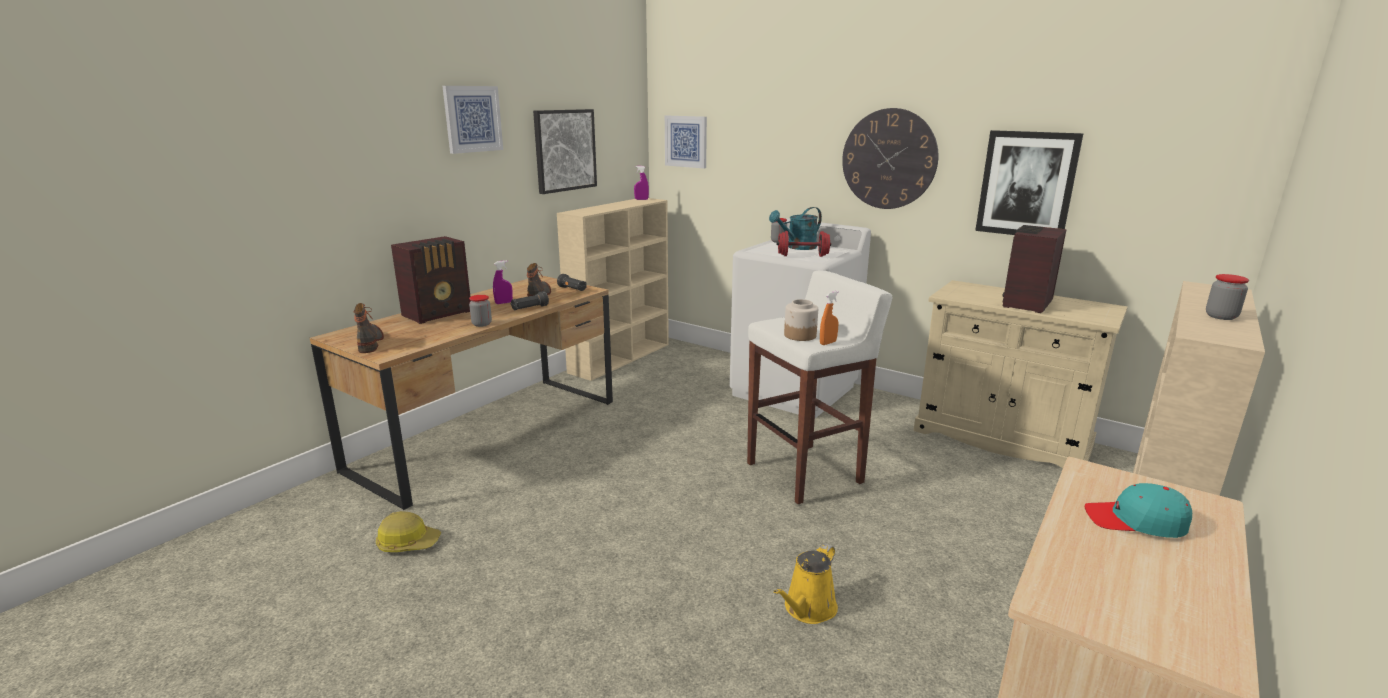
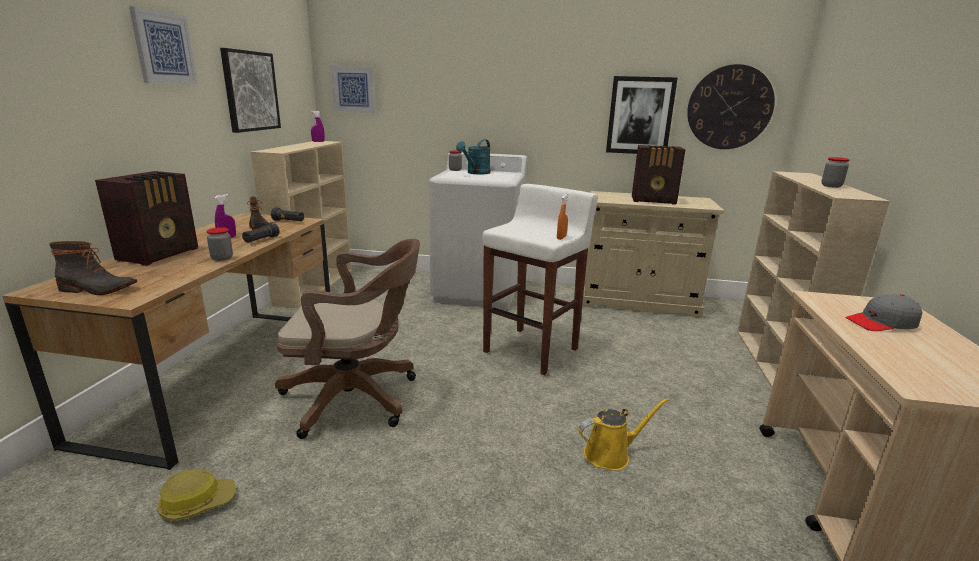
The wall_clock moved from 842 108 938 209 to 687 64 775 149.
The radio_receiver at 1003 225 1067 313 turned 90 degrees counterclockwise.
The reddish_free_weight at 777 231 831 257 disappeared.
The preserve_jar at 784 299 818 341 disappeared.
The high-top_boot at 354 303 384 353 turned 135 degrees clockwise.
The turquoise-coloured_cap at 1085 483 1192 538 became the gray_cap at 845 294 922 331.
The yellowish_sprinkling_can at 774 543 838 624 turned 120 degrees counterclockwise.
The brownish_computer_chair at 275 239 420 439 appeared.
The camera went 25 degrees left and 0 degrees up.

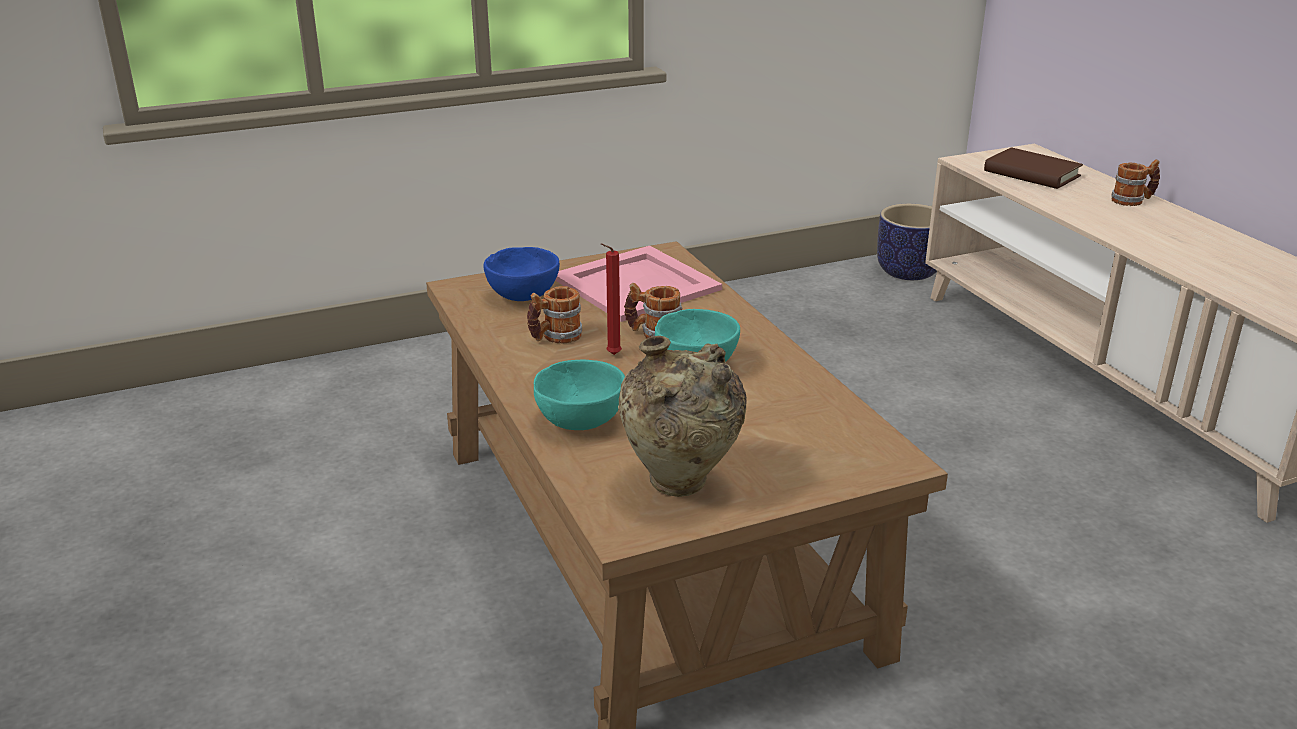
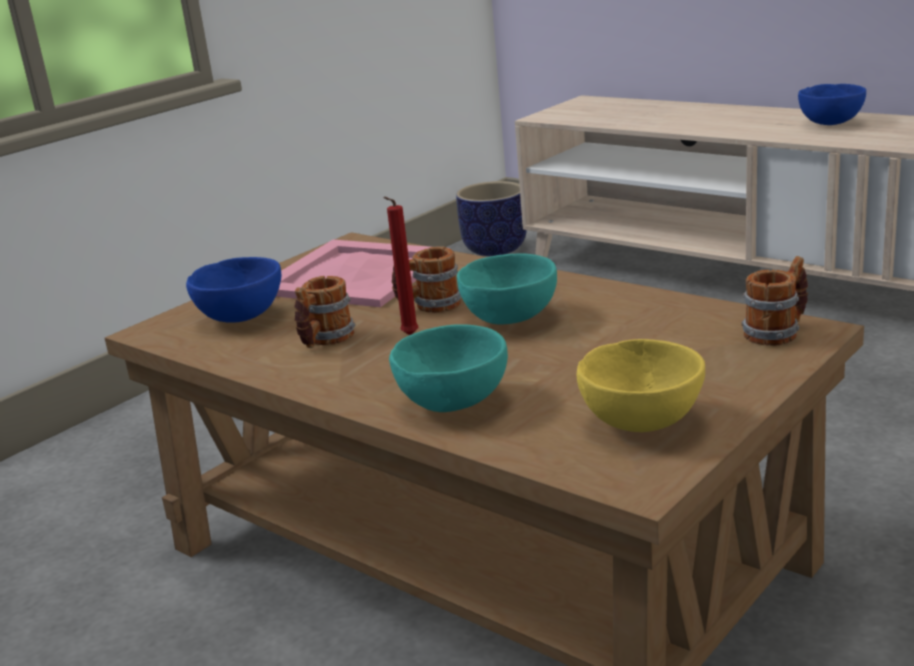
The brownish_book at 984 147 1083 189 disappeared.
The tea_mug moved from 1111 159 1160 206 to 741 256 808 346.
The sand-coloured_flower_vase at 618 336 747 497 was replaced by the yellowish_bowl at 577 339 705 432.
The blue-coloured_bowl at 798 84 866 125 appeared.
The camera went 25 degrees left and 5 degrees down.

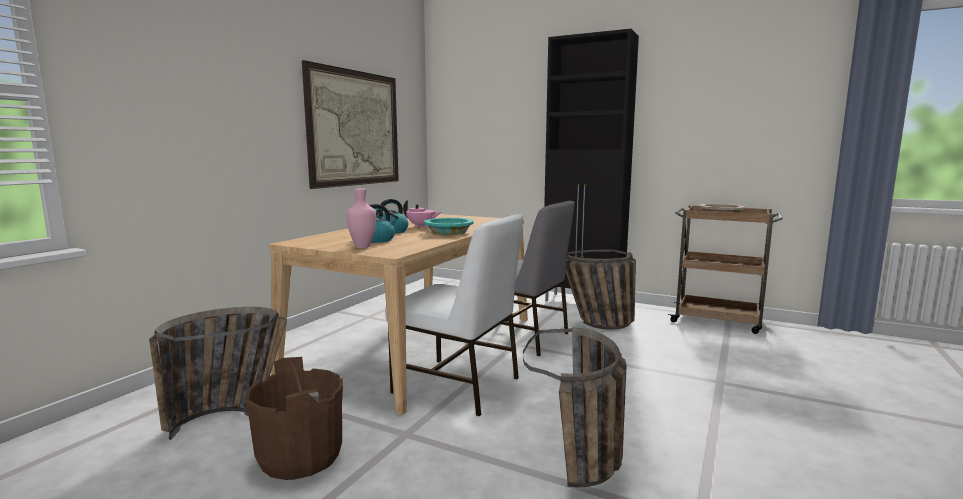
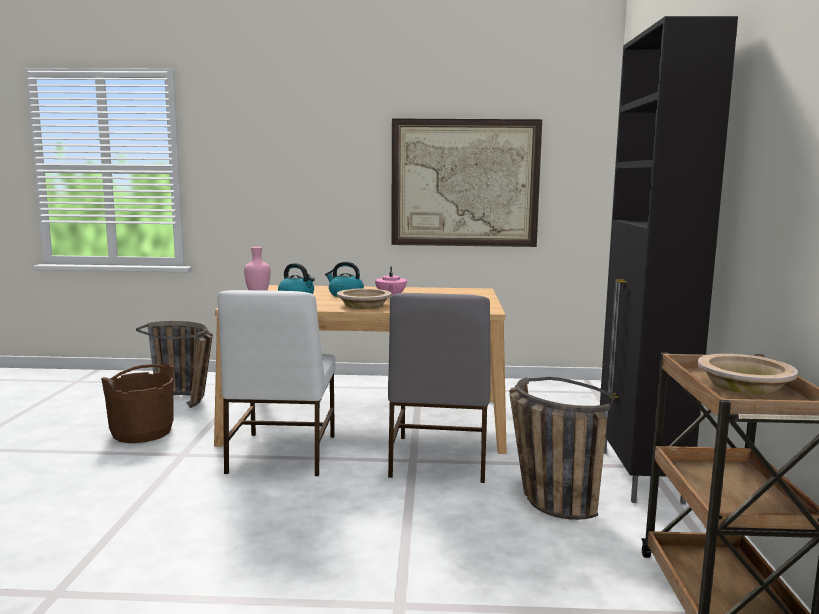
The turquoise-coloured_bowl at 424 218 474 235 became the sand-coloured_bowl at 337 288 391 309.
The storage_basket at 523 327 627 487 disappeared.
The camera went 65 degrees right and 0 degrees up.

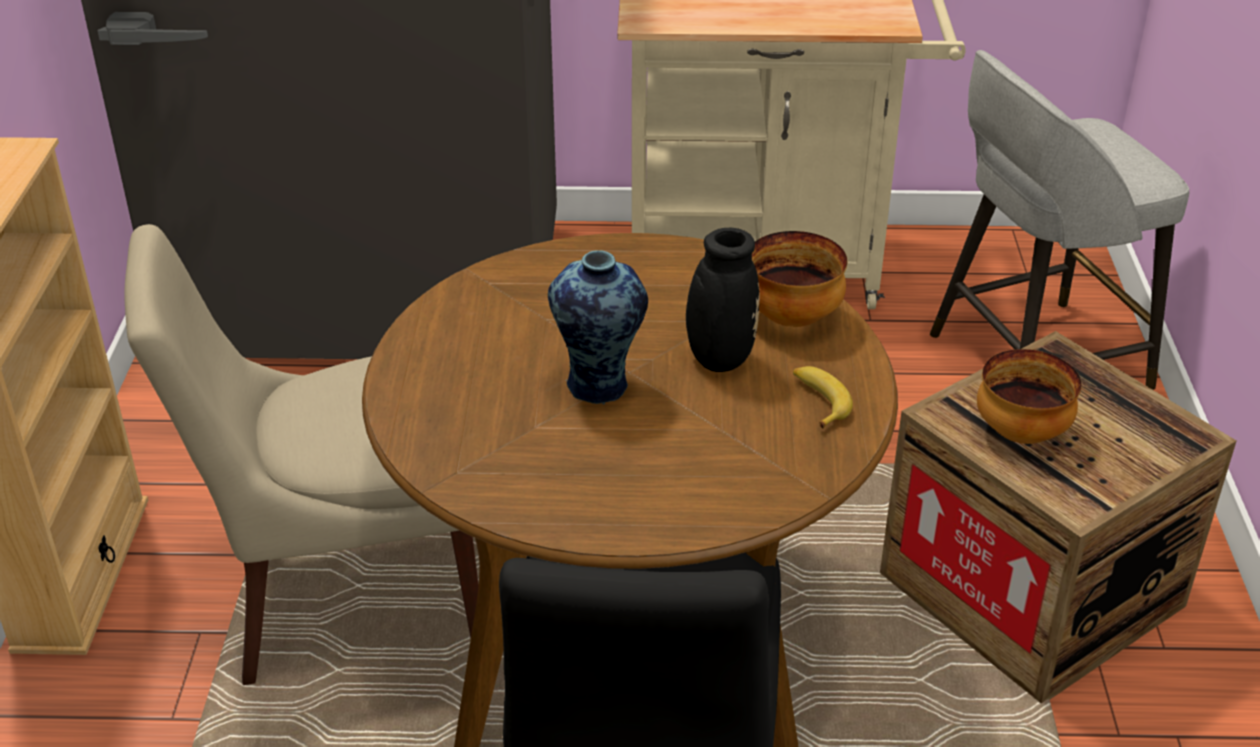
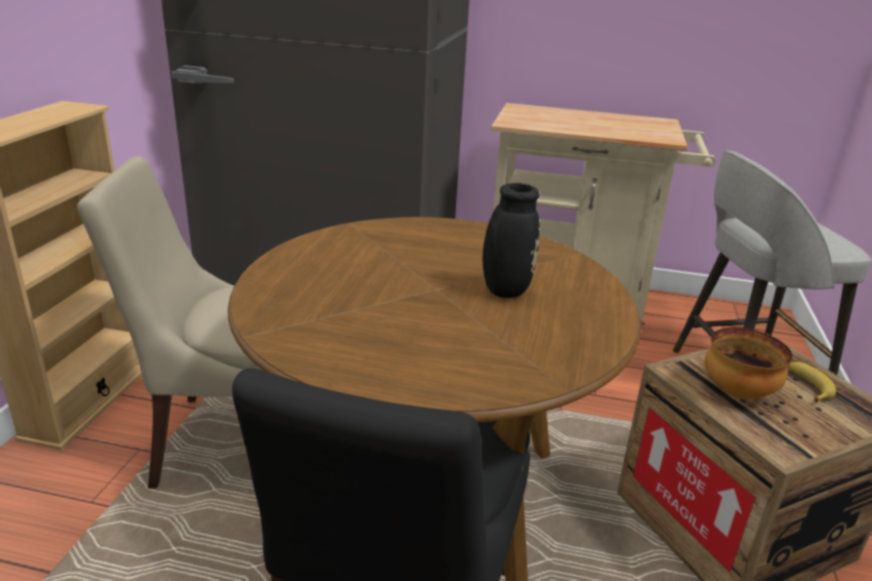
The bowl at 752 231 847 327 disappeared.
The flower_vase at 548 250 648 405 disappeared.
The whole_banana moved from 793 366 853 428 to 787 362 836 402.
The camera went 10 degrees right and 10 degrees down.

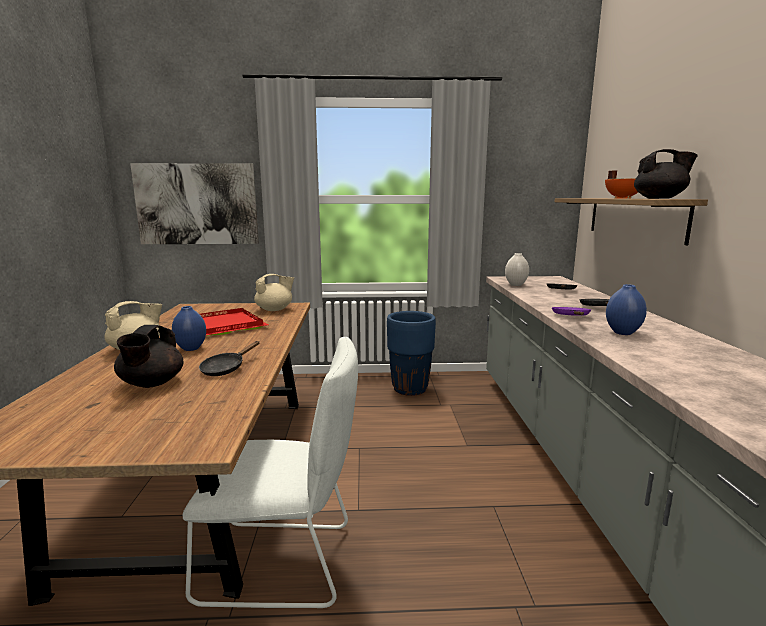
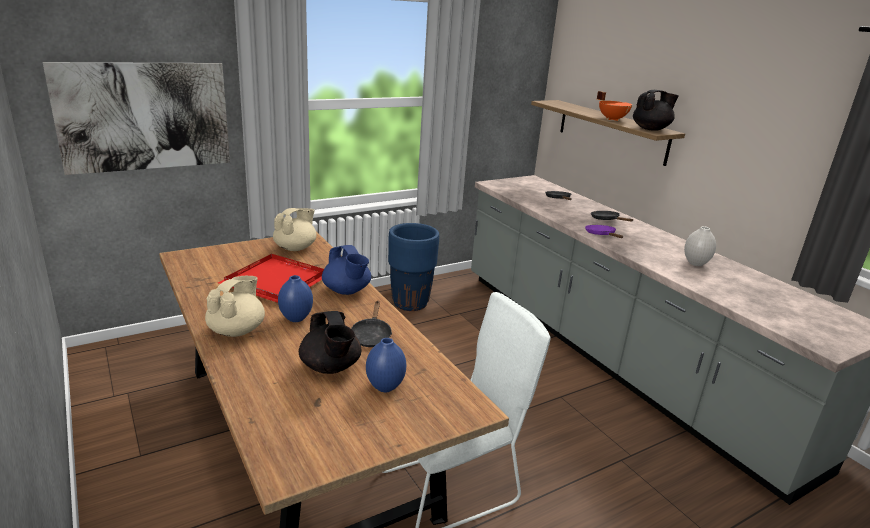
The white-coloured_flower_vase moved from 505 253 529 286 to 684 226 716 266.
The blue-coloured_flower_vase moved from 606 284 647 335 to 366 338 406 392.
The blue-coloured_tea_pot at 322 245 371 295 appeared.
The camera went 30 degrees left and 10 degrees up.

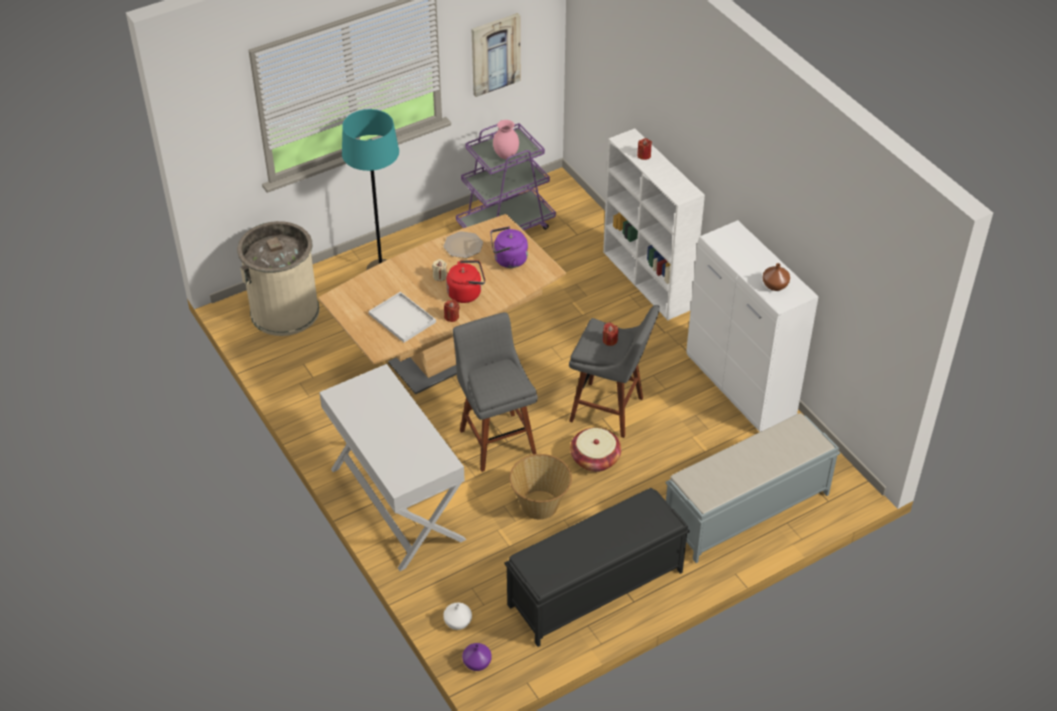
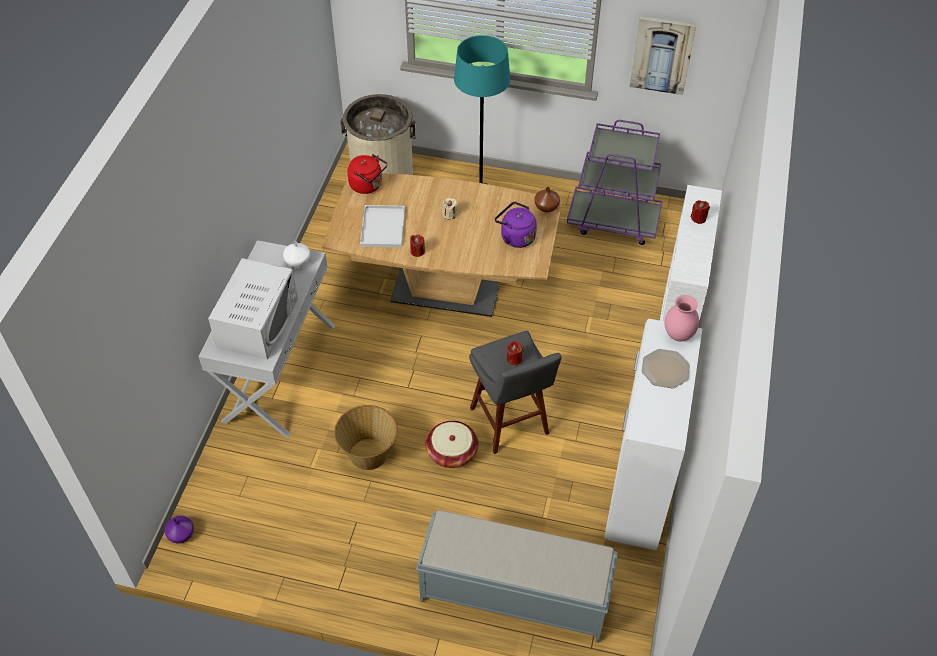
The pink_flower_vase moved from 493 120 519 159 to 665 295 699 342.
The flat_dish moved from 443 231 483 258 to 642 349 690 388.
The reddish_water_kettle moved from 446 260 485 303 to 347 154 387 194.
The brownish_flower_vase moved from 762 263 790 291 to 534 187 560 212.
The gray_stool_seat at 453 312 538 472 disappeared.
The black_bench at 504 488 690 647 disappeared.
The white-coloured_flower_vase moved from 443 602 472 630 to 283 241 310 267.
The white-coloured_microwave_oven at 208 258 298 360 appeared.
The camera went 45 degrees right and 5 degrees up.

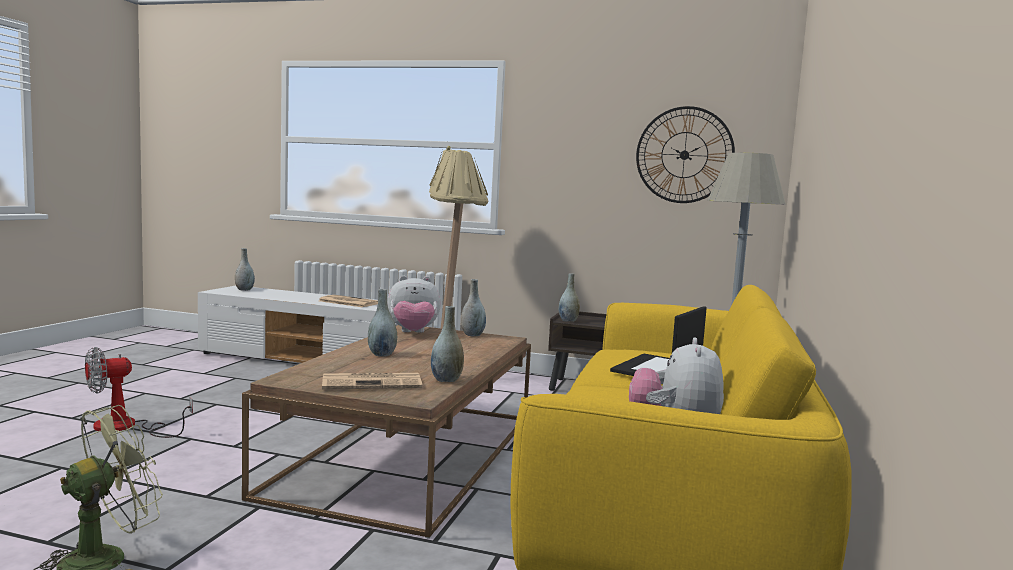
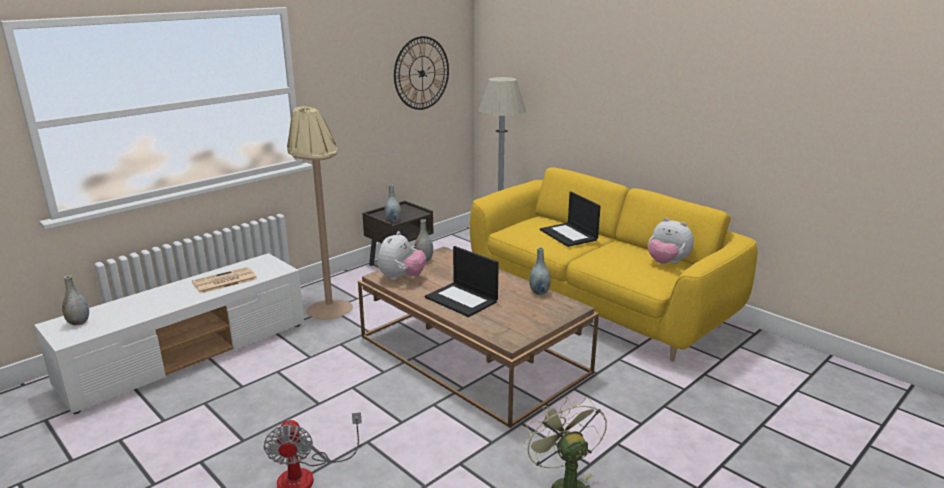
The gray_flower_vase at 368 289 397 357 was replaced by the portable_computer at 425 246 499 317.
The daily_paper at 322 373 422 389 disappeared.
The camera went 60 degrees left and 15 degrees up.

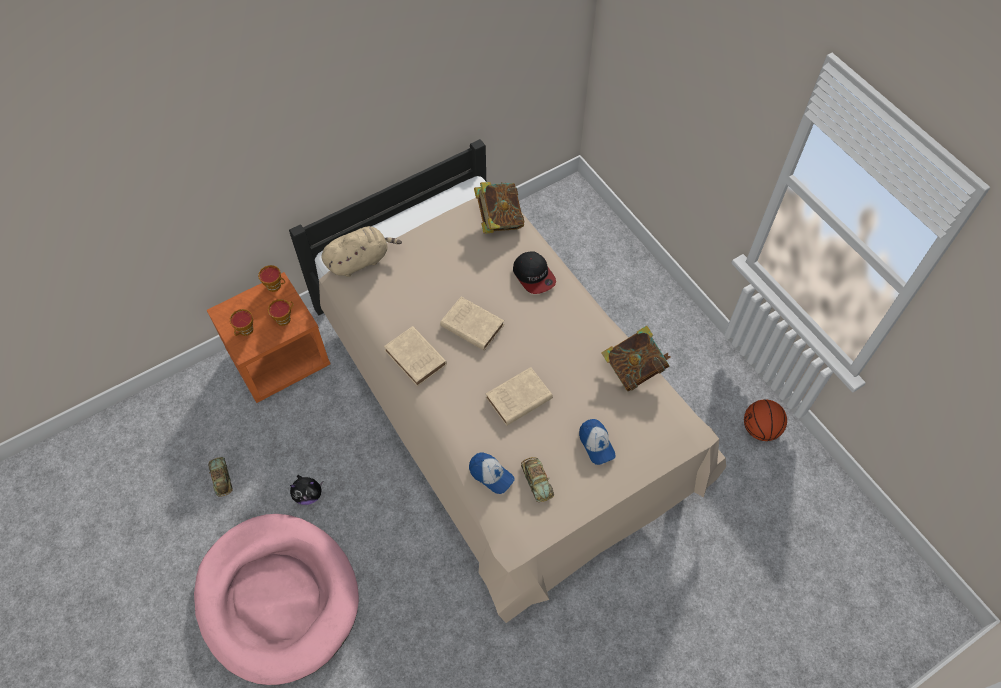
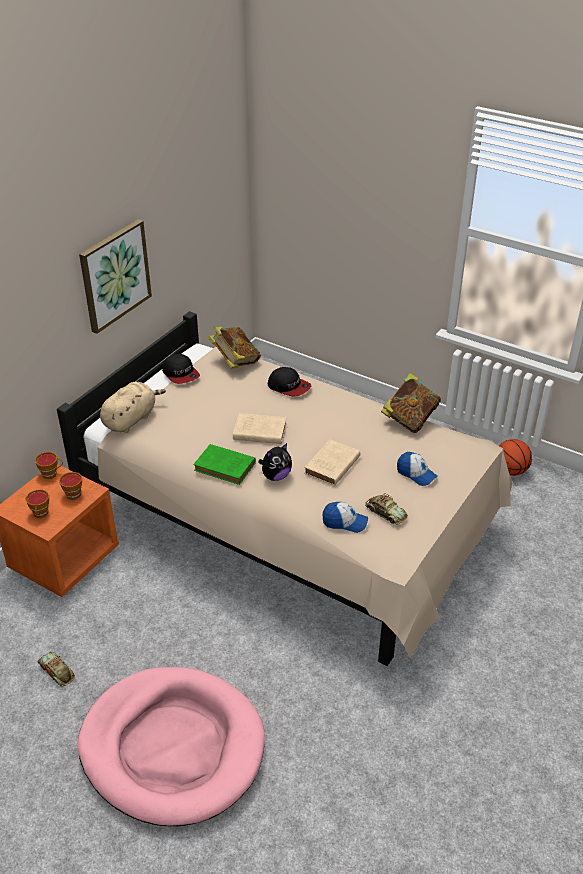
The sand-coloured_book at 384 326 447 386 became the green_book at 194 444 256 485.
The soft_toy moved from 290 475 323 505 to 258 443 292 481.
The wall_art at 79 219 152 334 appeared.
The cap at 162 354 200 384 appeared.
The camera went 25 degrees left and 20 degrees down.

